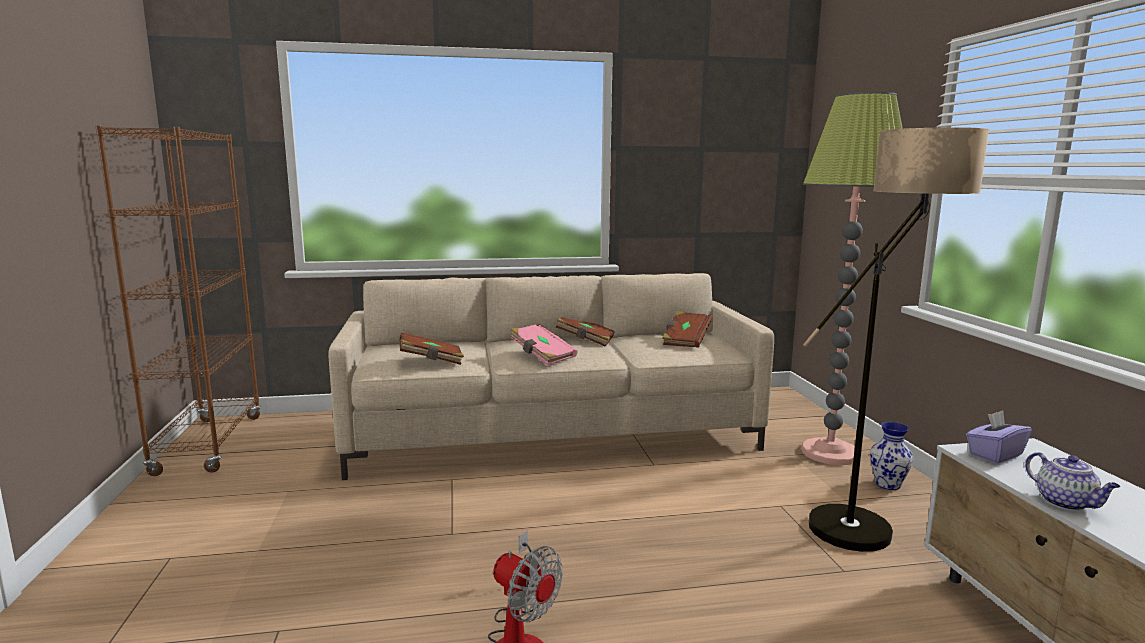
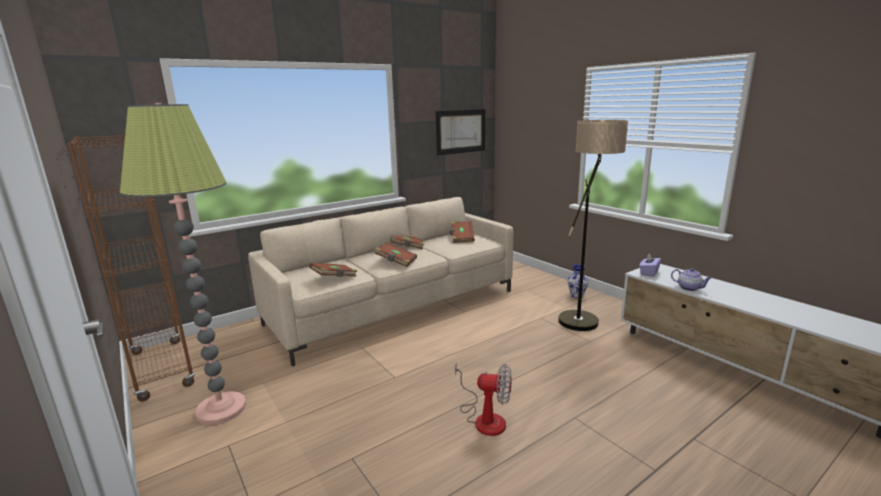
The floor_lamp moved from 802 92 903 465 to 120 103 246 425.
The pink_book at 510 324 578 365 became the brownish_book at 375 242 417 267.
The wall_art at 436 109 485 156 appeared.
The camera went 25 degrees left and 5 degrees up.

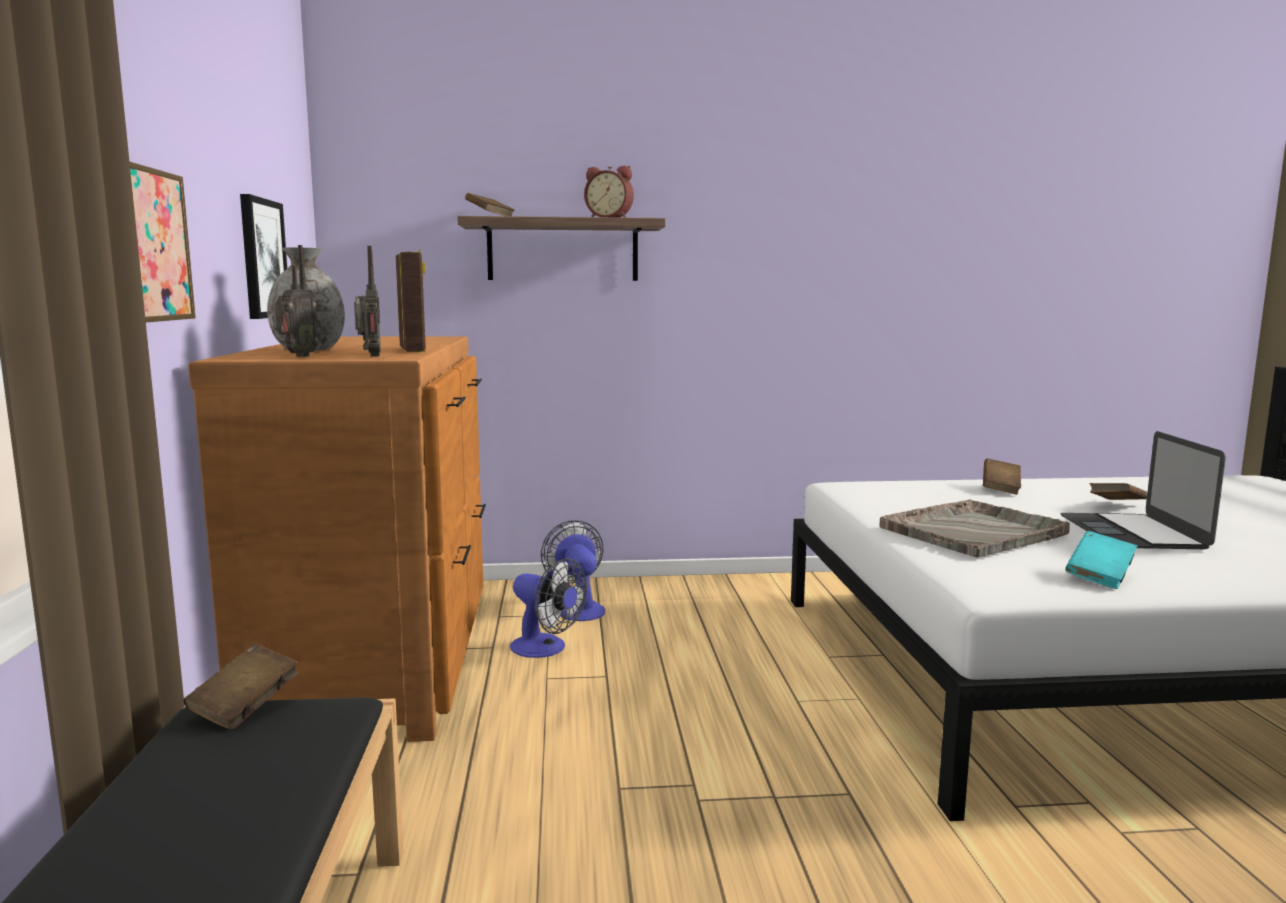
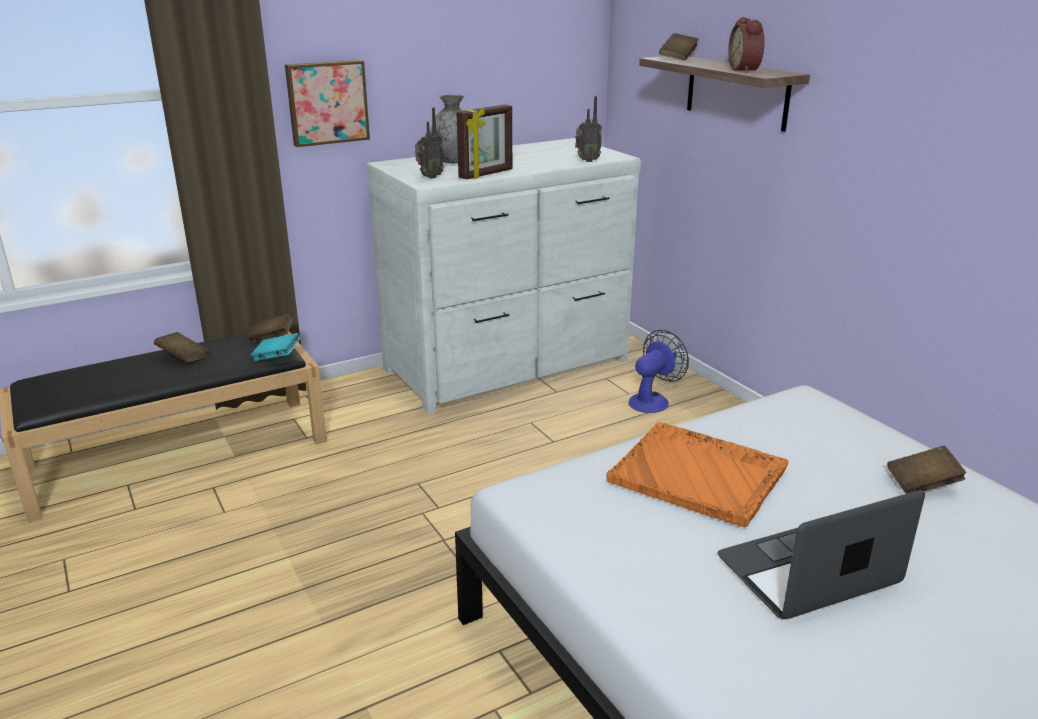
The wall_art at 240 194 287 319 disappeared.
The radio_receiver moved from 273 245 318 357 to 575 96 602 162.
The brownish_chest_of_drawers at 188 336 486 742 became the white-coloured_chest_of_drawers at 366 138 641 414.
The brownish_book moved from 1089 483 1147 500 to 154 332 208 363.
The gray_serving_tray at 880 499 1070 558 became the orange_serving_tray at 606 422 789 527.
The turquoise-coloured_book moved from 1065 531 1138 589 to 251 333 300 361.
The cooling_fan at 510 558 587 658 disappeared.
The camera went 65 degrees right and 15 degrees up.

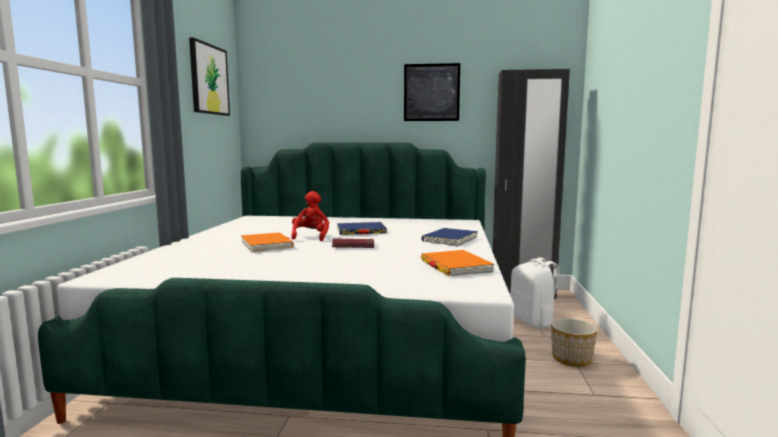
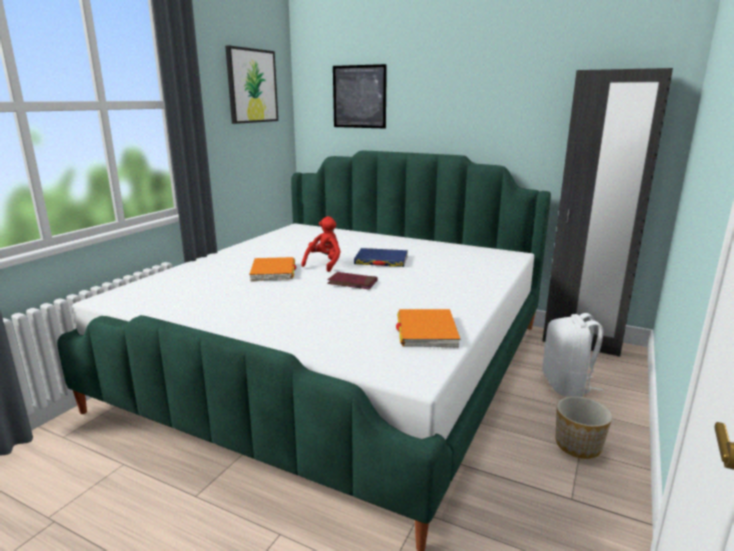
The wall_art moved from 404 63 460 121 to 333 64 387 129.
The blue-coloured_book at 421 228 478 246 disappeared.
The camera went 20 degrees right and 10 degrees up.

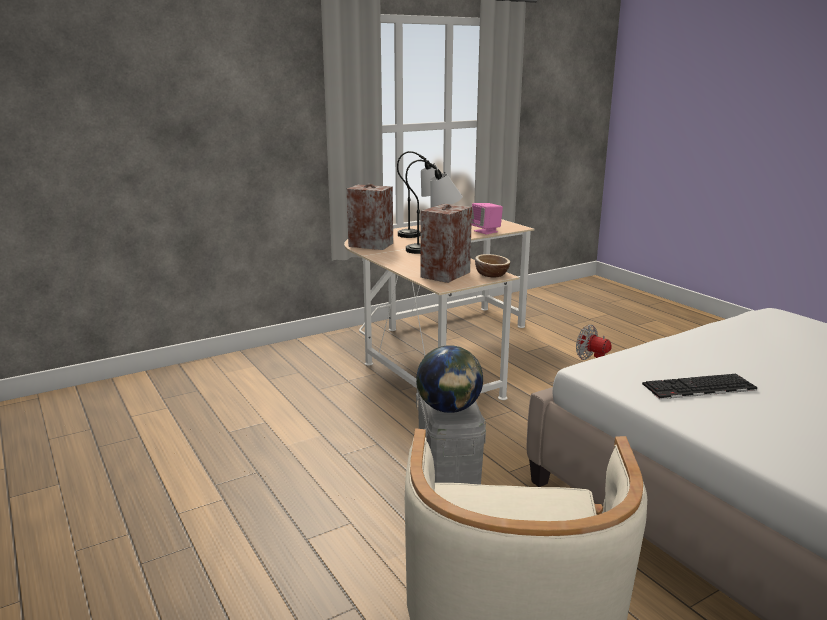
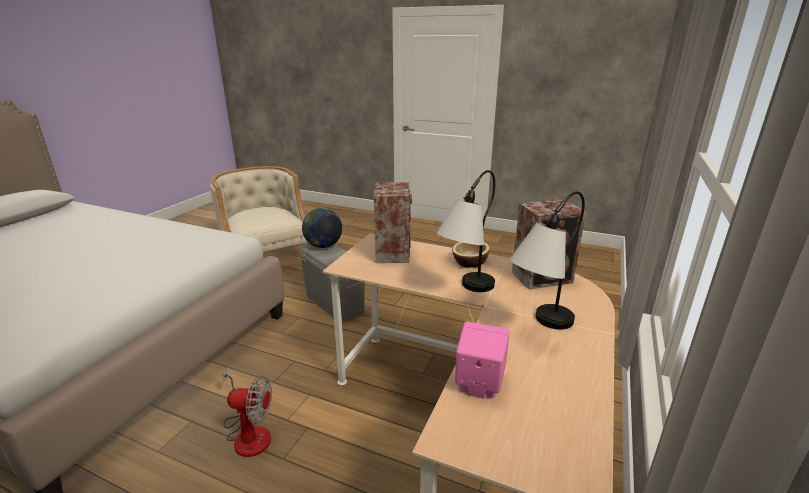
The bowl moved from 475 254 510 278 to 452 242 489 268.
The keyboard at 642 374 757 399 disappeared.
The camera went 145 degrees right and 5 degrees up.

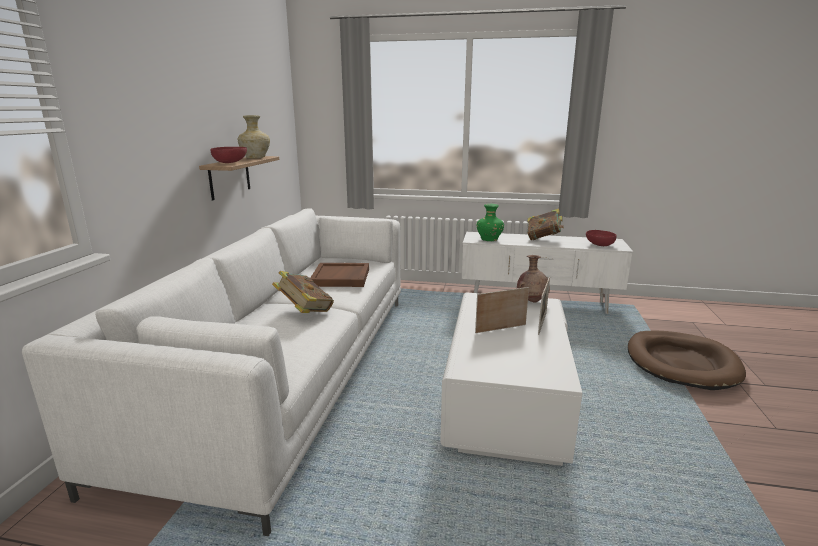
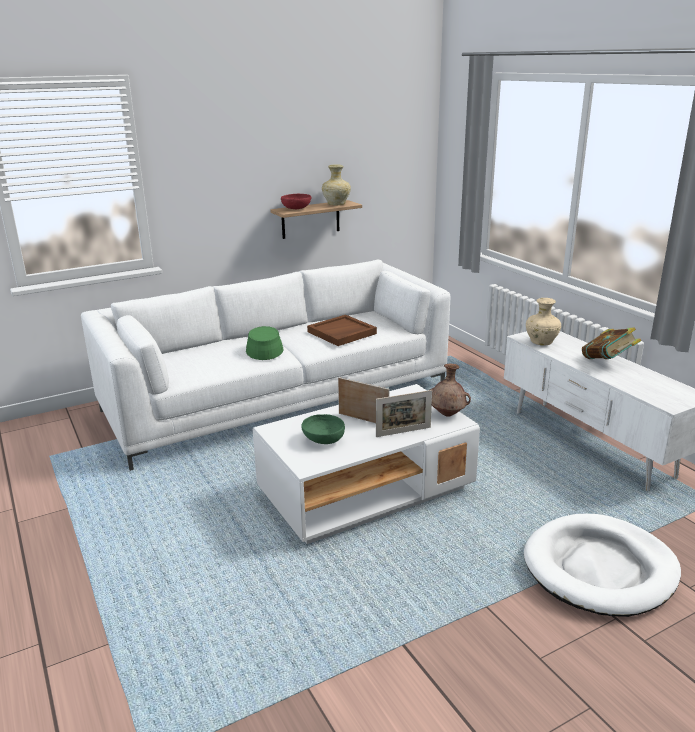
The green_flower_vase at 477 204 504 241 became the sand-coloured_flower_vase at 526 298 561 346.
The reddish_bowl at 586 230 617 246 disappeared.
The book at 272 271 334 313 was replaced by the green_clothing_hat at 246 326 284 360.
The brownish_dog_cushion at 628 330 746 390 became the white-coloured_dog_cushion at 524 513 681 617.
The green_bowl at 301 414 345 444 appeared.
The camera went 50 degrees right and 5 degrees up.

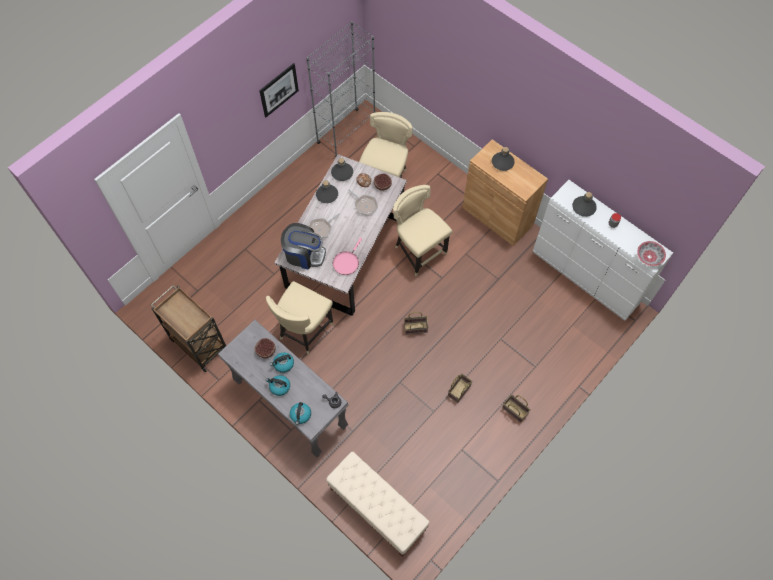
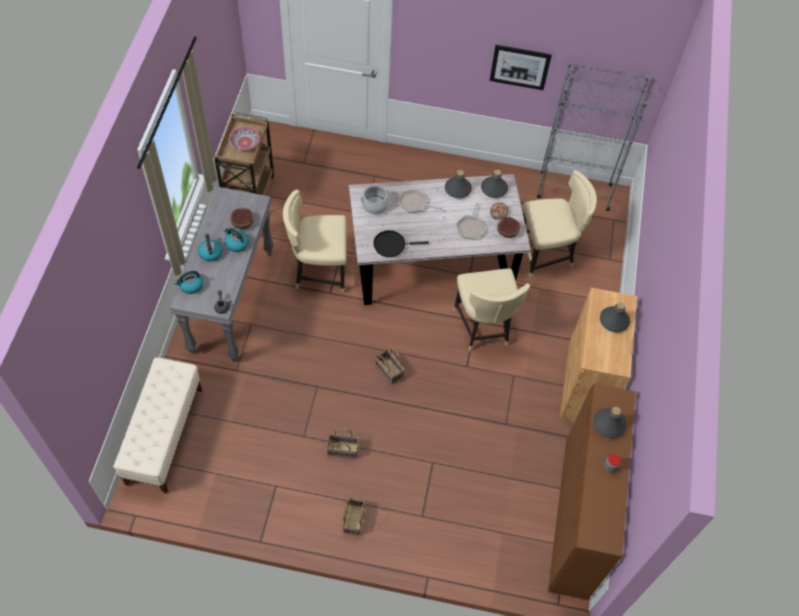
The white-coloured_chest_of_drawers at 533 180 673 321 became the brownish_chest_of_drawers at 548 383 636 600.
The sand-coloured_chair at 393 185 452 276 turned 150 degrees clockwise.
The coffee_brewer at 281 223 326 269 was replaced by the stockpot at 360 185 391 214.
The pink_pan at 333 237 362 275 became the black_pan at 373 230 429 257.
The bowl moved from 637 241 666 266 to 229 126 260 150.
The camera went 55 degrees right and 5 degrees down.

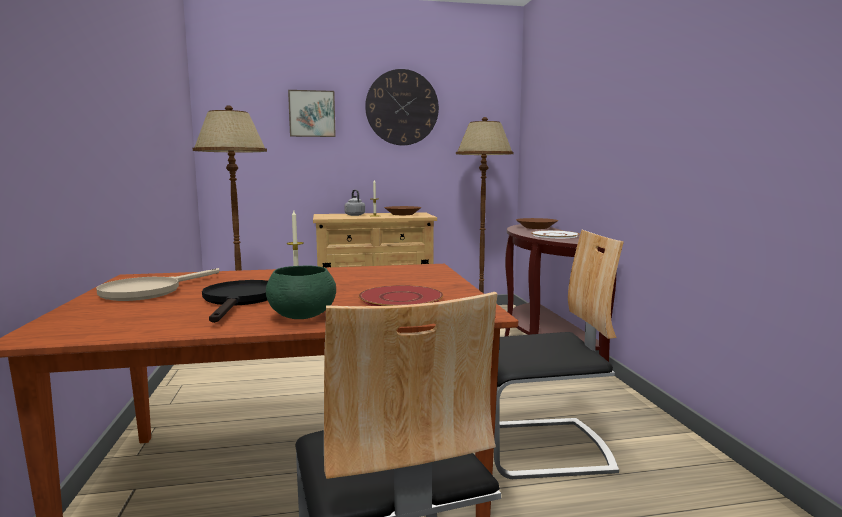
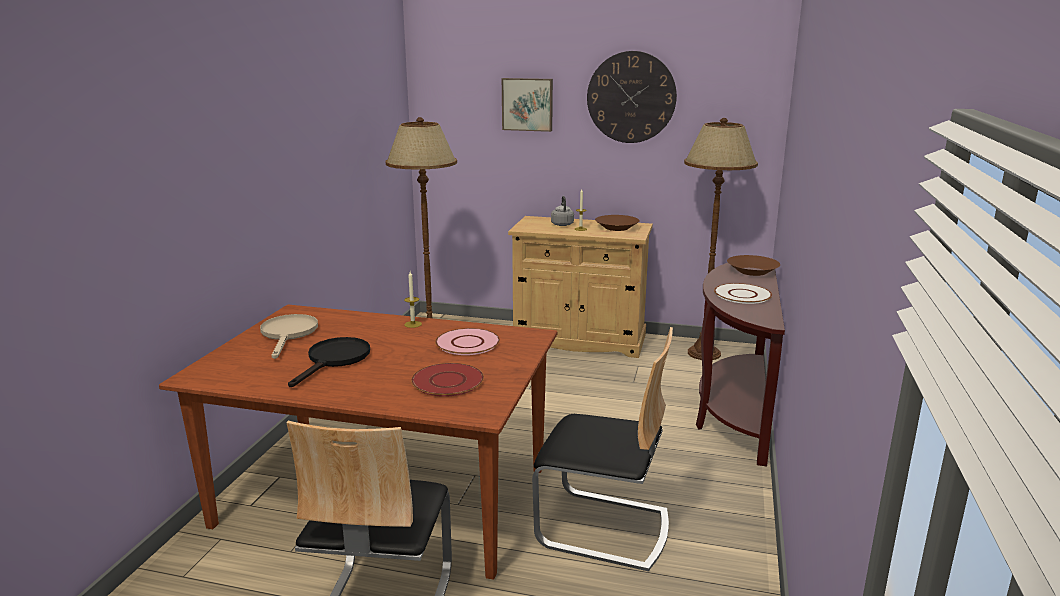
The green_bowl at 266 265 336 319 disappeared.
The sand-coloured_pan at 96 268 219 301 turned 120 degrees clockwise.
The pink_flat_dish at 435 328 500 355 appeared.
The camera went 25 degrees right and 10 degrees up.

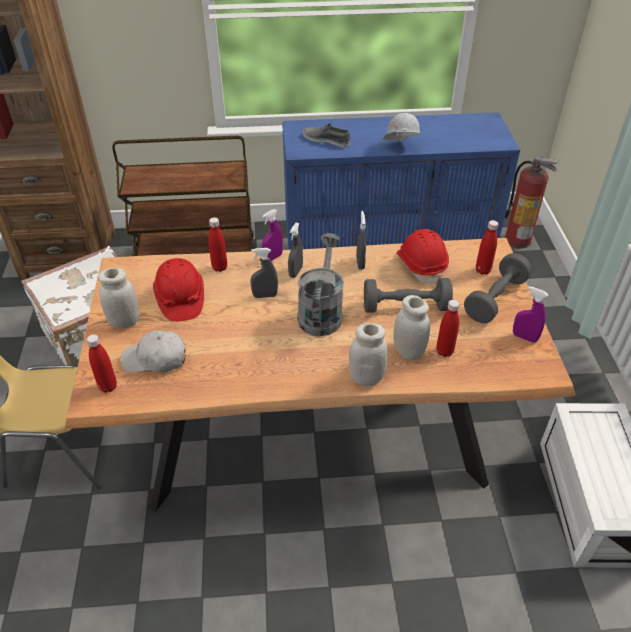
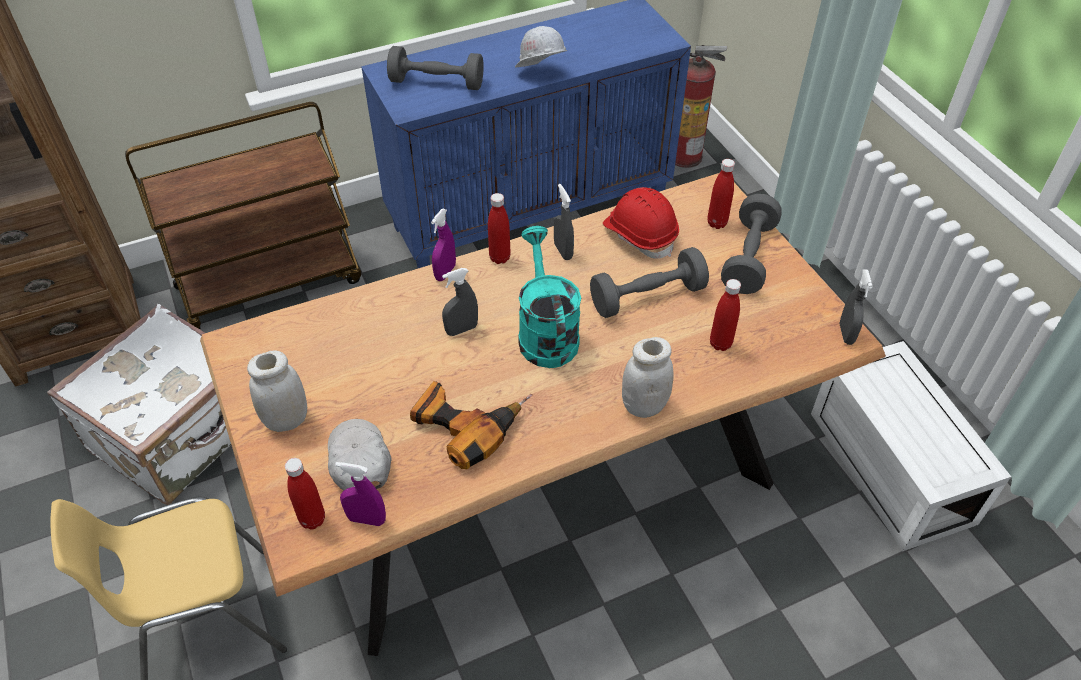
The gray_shoe at 303 123 350 148 was replaced by the gray_free_weight at 387 46 484 90.
The reddish_beverage_bottle moved from 209 217 227 272 to 488 193 511 264.
The gray_sprayer moved from 288 223 303 278 to 840 269 873 345.
The gray_sprinkling_can at 297 233 344 336 became the turquoise-coloured_sprinkling_can at 518 226 581 368.
The reddish_safety_helmet at 153 258 204 322 disappeared.
The purplish_sprayer moved from 513 286 548 343 to 335 462 386 526.
The white-coloured_preserve_jar at 393 295 430 360 disappeared.
The white-coloured_cap at 120 330 185 373 turned 90 degrees clockwise.
The electric_drill at 410 381 532 469 appeared.
The camera went 20 degrees left and 5 degrees up.

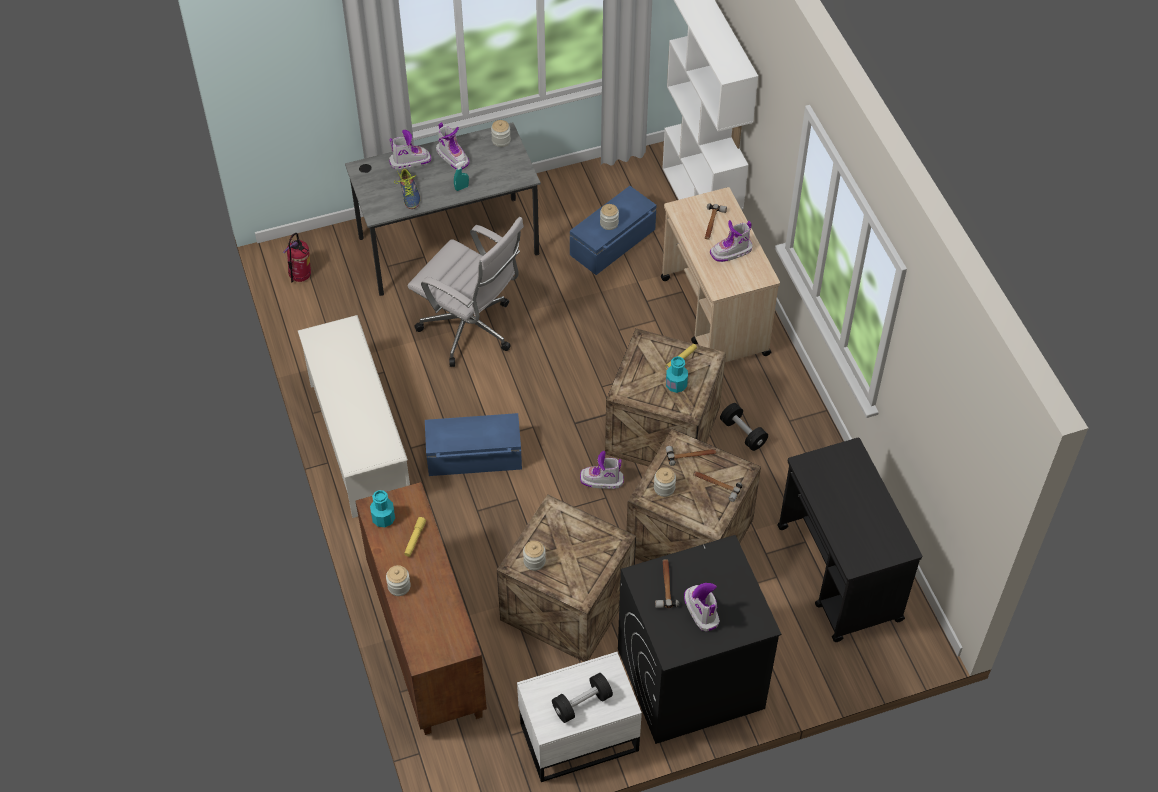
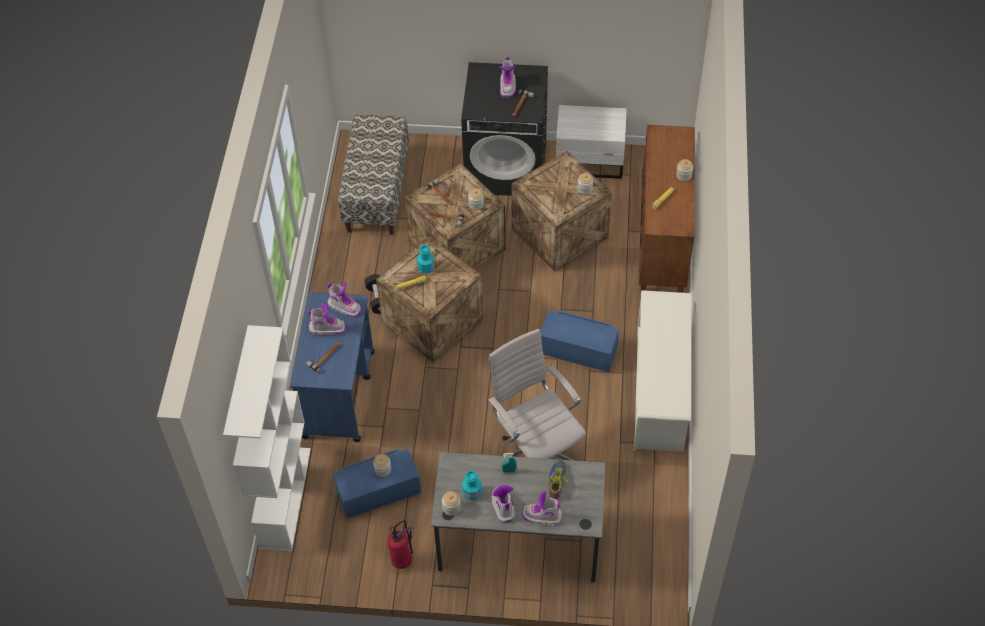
The sand-coloured_cart at 661 187 780 362 became the blue-coloured_cart at 290 292 374 442.
The extinguisher moved from 283 233 311 282 to 387 520 413 569.
The black_cart at 777 438 922 642 was replaced by the bench at 338 115 409 235.
The high-top_boot moved from 580 451 624 489 to 328 282 362 318.
The turquoise-coloured_beverage_bottle moved from 370 490 395 527 to 462 471 482 500.
The black_free_weight at 552 673 613 723 disappeared.
The camera went 155 degrees left and 0 degrees up.

